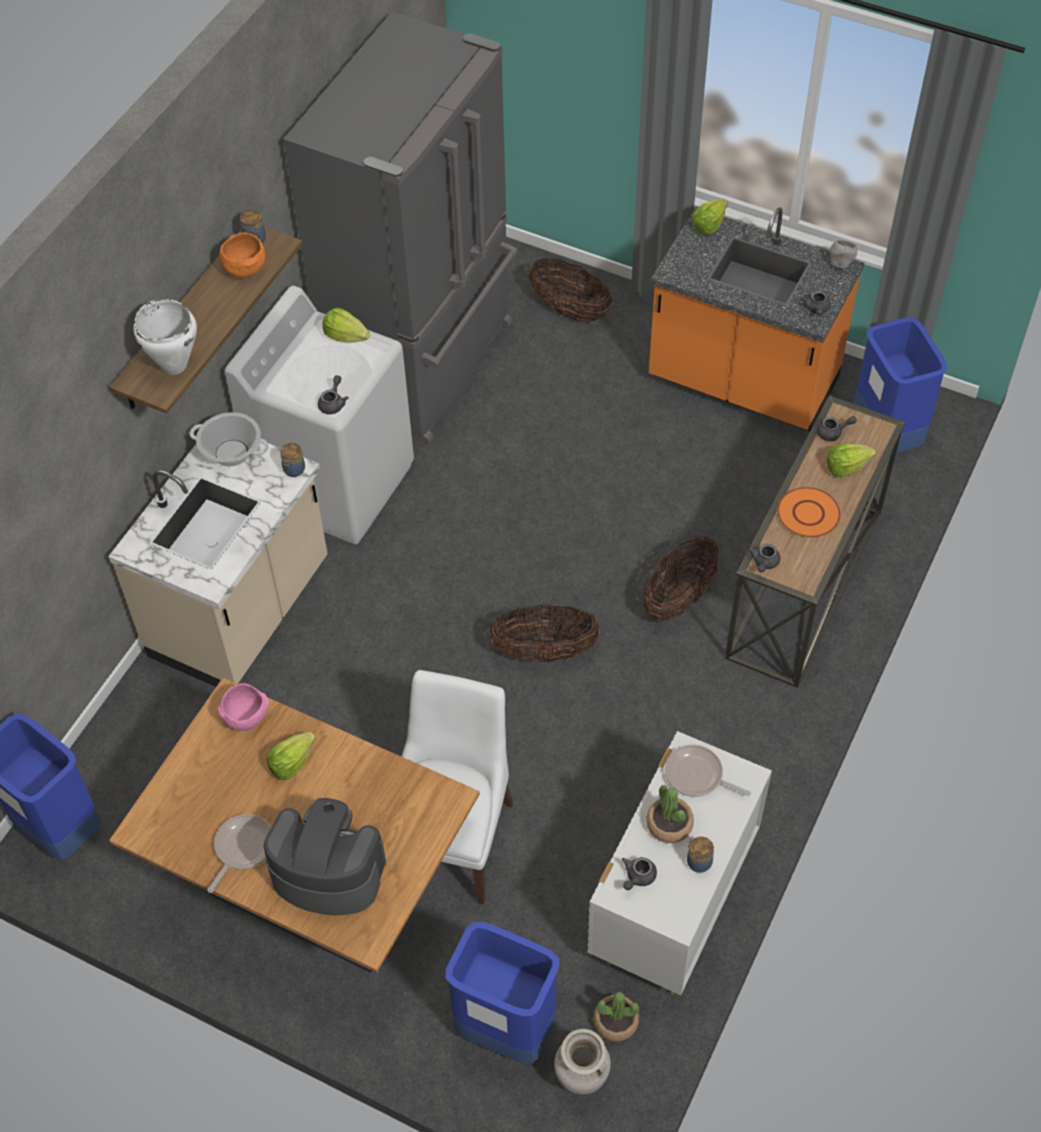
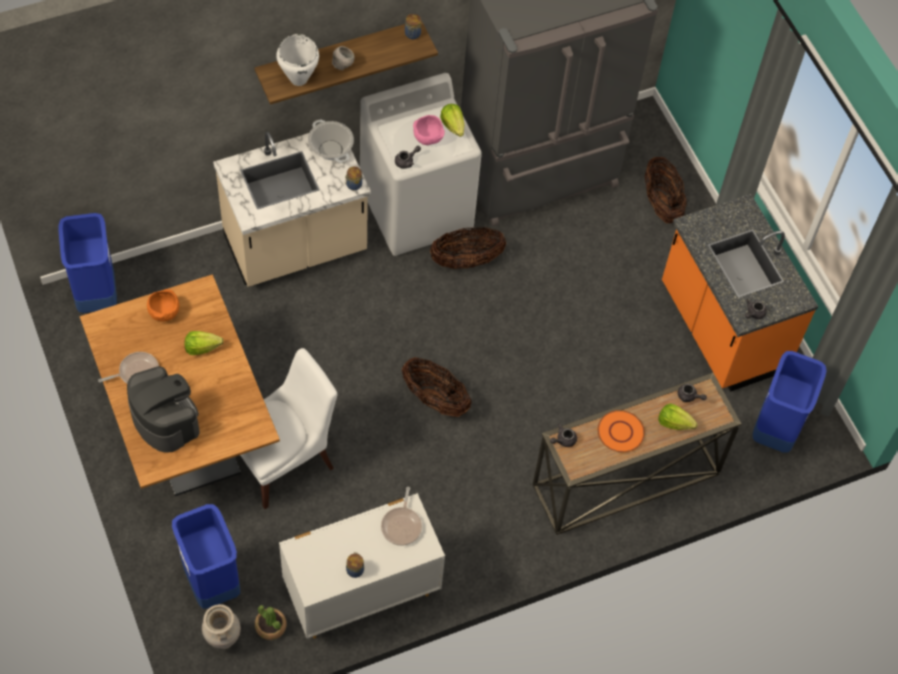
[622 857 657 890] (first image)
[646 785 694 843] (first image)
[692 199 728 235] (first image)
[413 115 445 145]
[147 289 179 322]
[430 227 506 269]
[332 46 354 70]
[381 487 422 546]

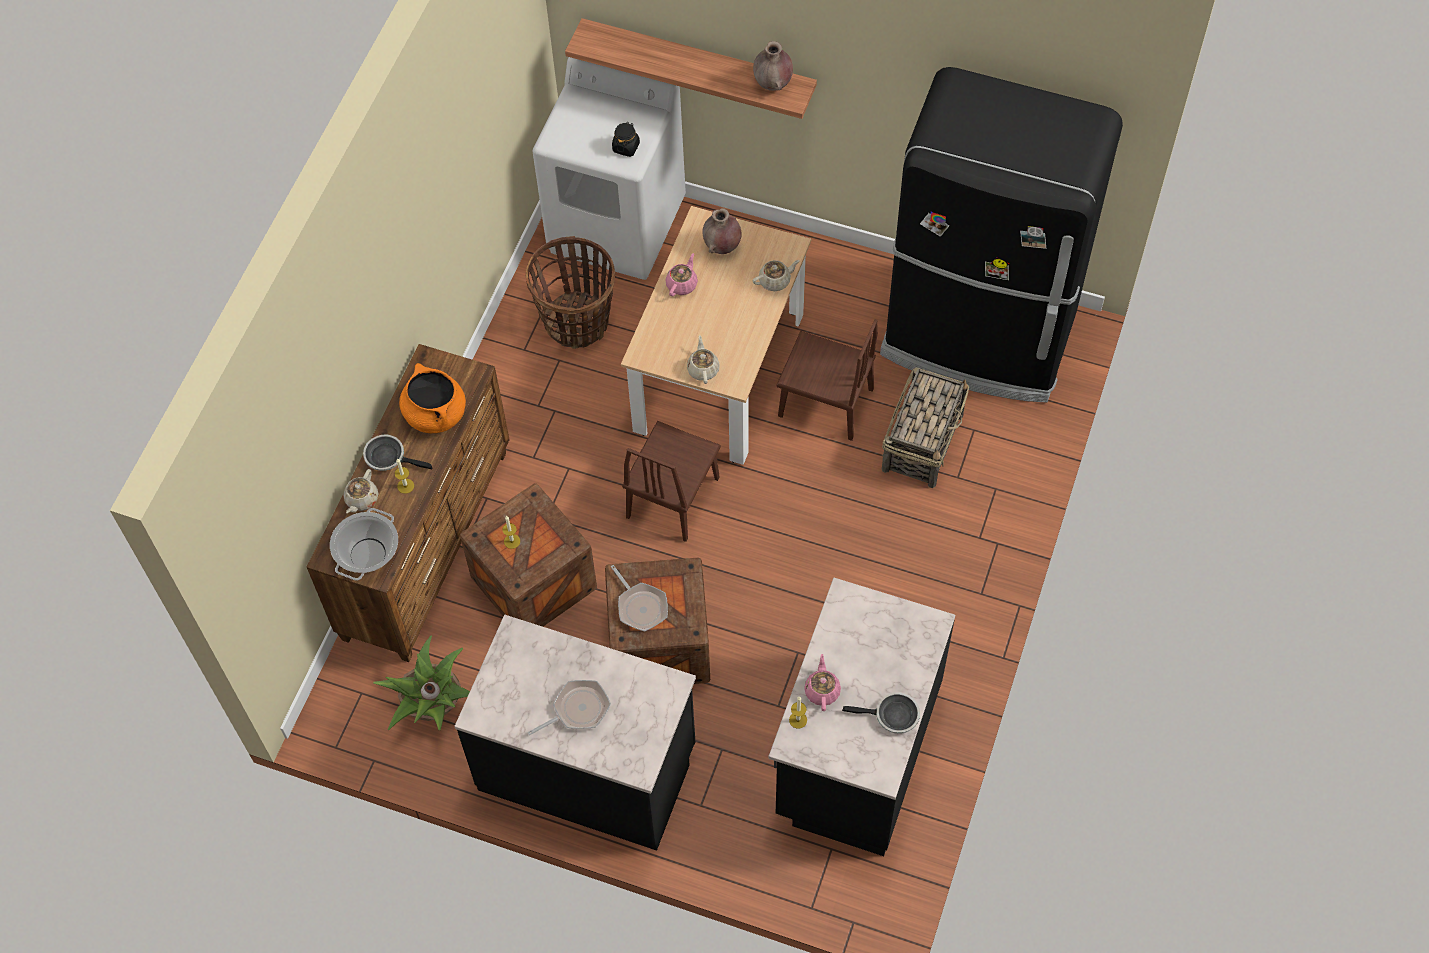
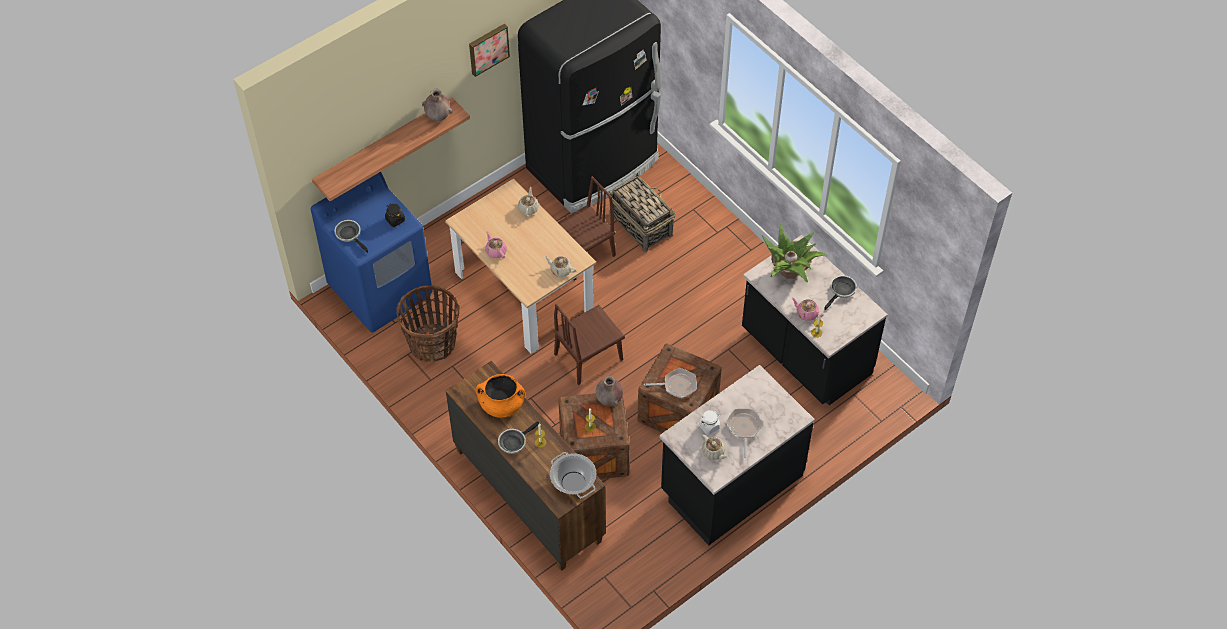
[334 220 368 253]
[469 24 510 77]
[699 410 720 435]
[701 434 728 460]
[762 224 827 282]
[596 376 623 406]
[311 172 432 333]
[553 304 625 385]

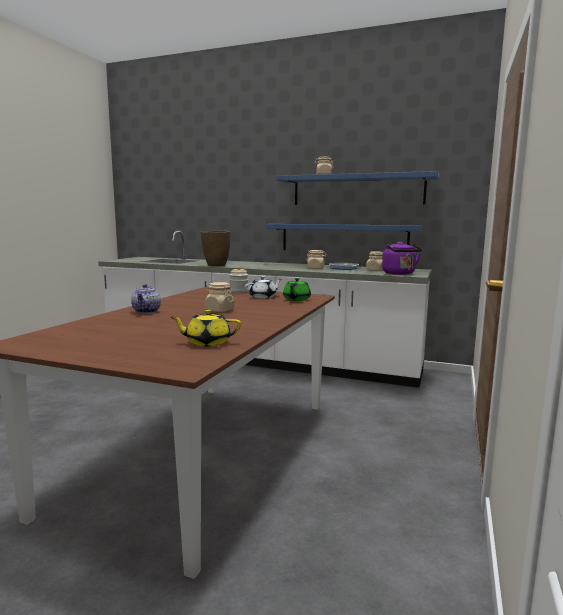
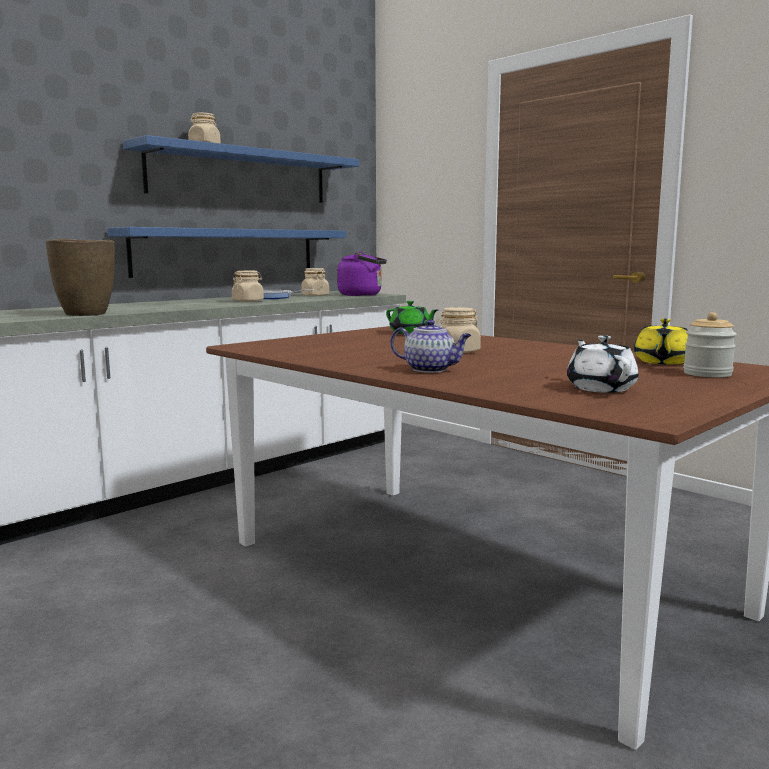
[683 312 737 377]
[567 335 639 393]

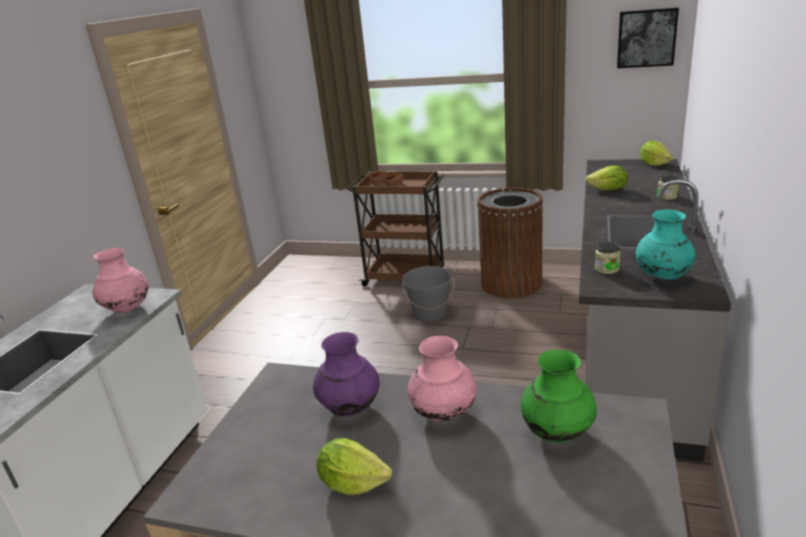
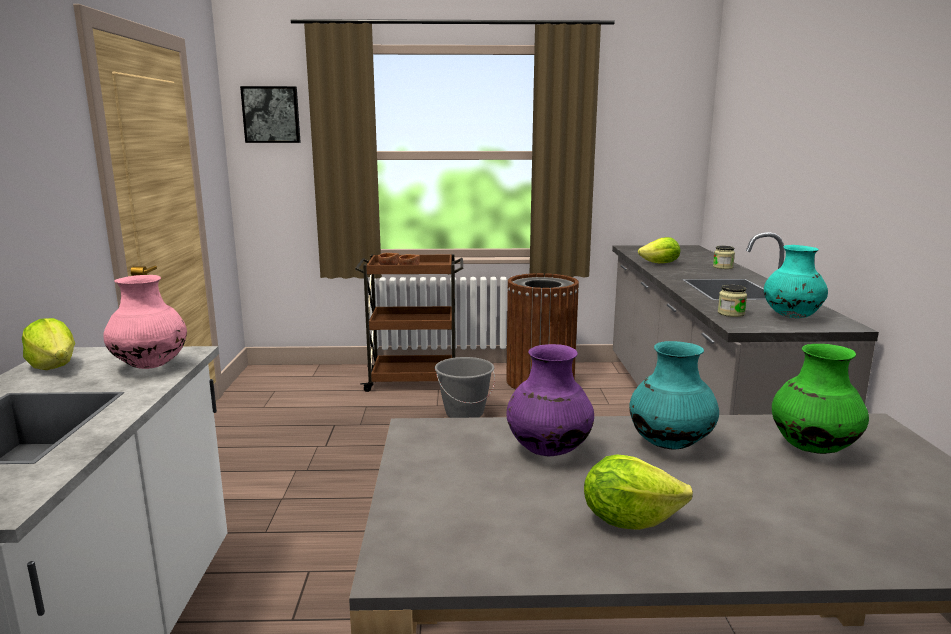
[240 86 301 143]
[22 318 75 370]
[629 341 719 450]

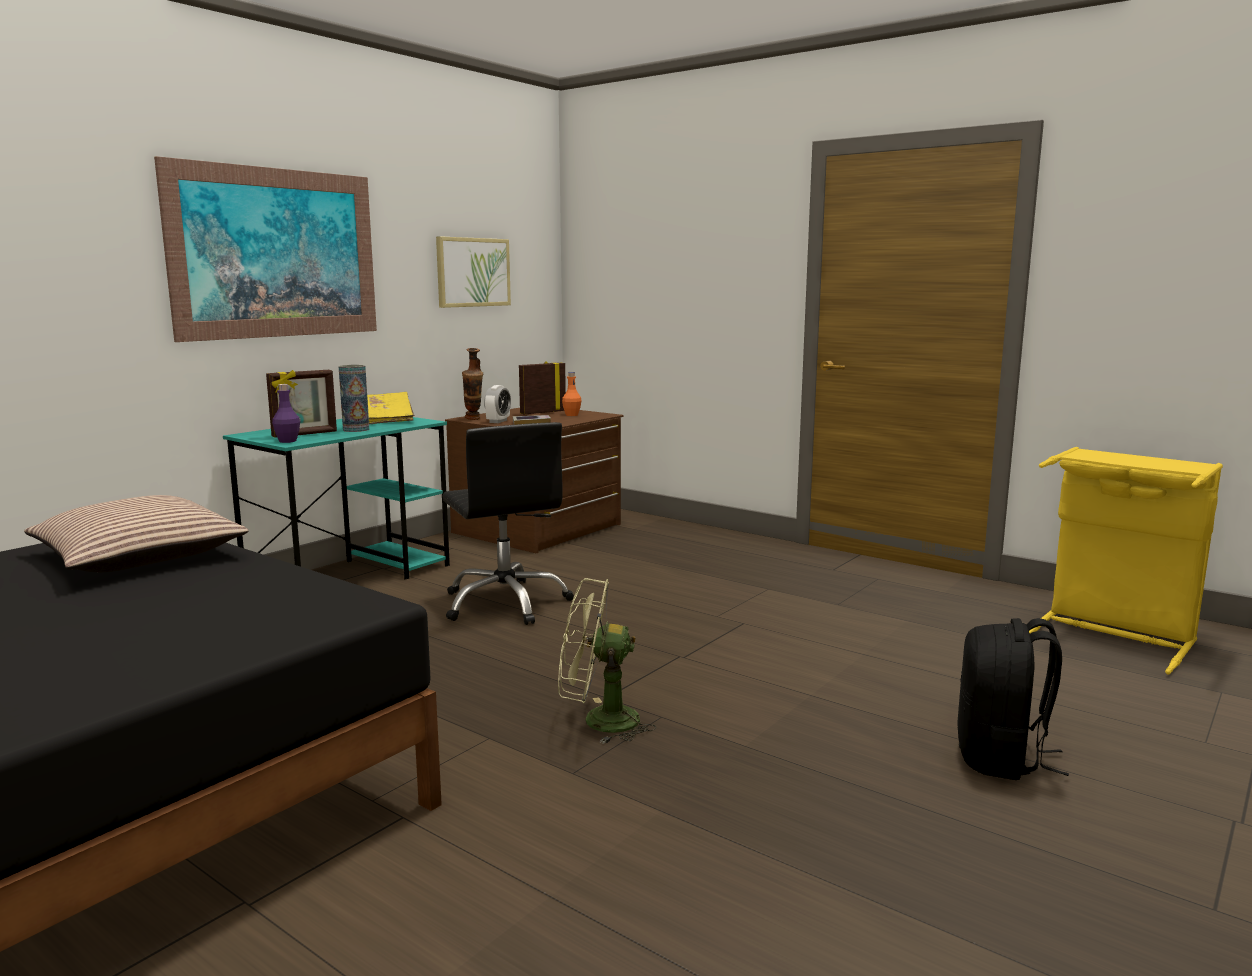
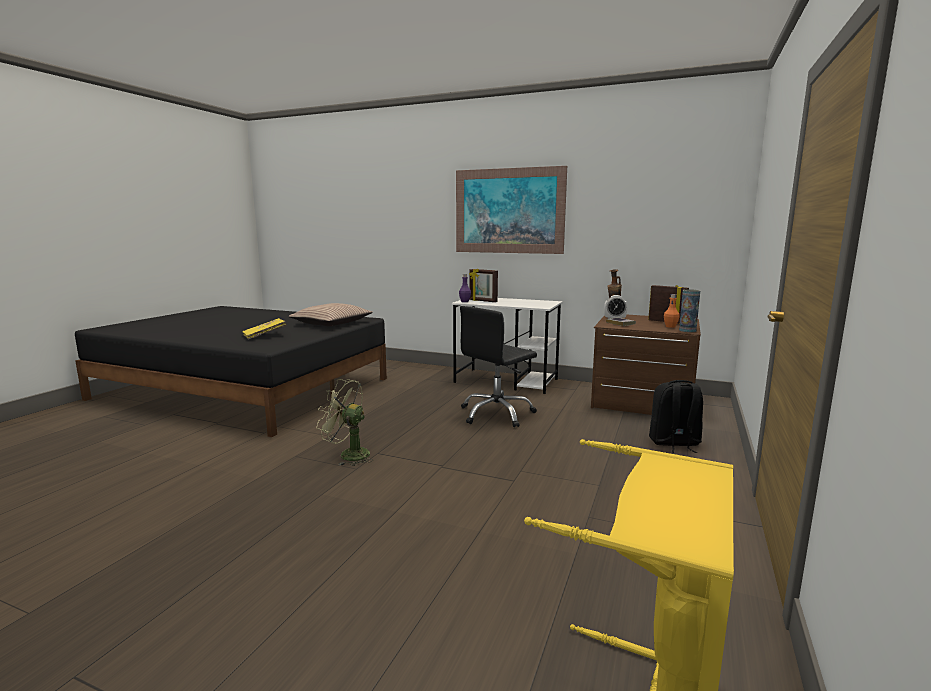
[436 236 511 308] (first image)
[679 289 700 332]
[242 318 286 339]
[649 380 703 453]
[451 298 563 394]
[317 379 373 466]

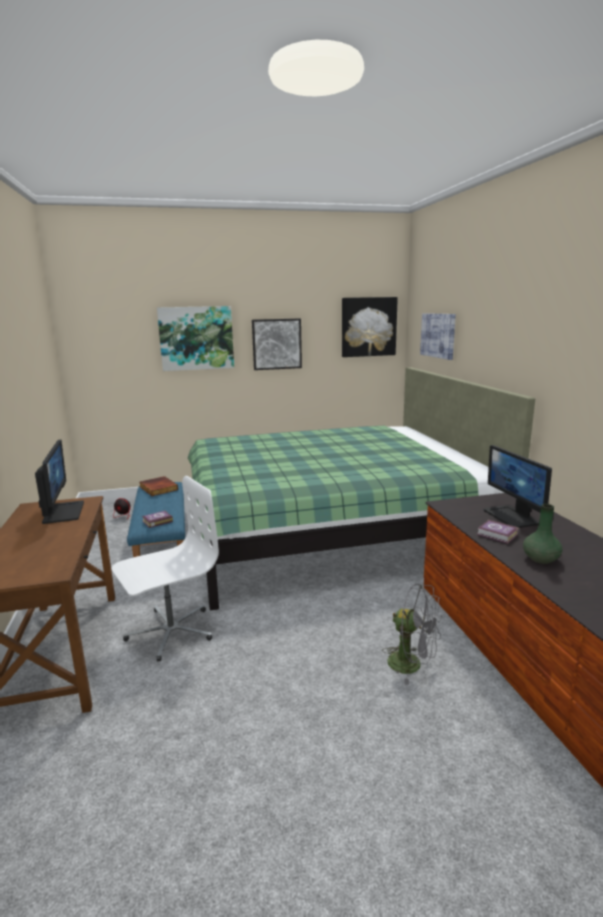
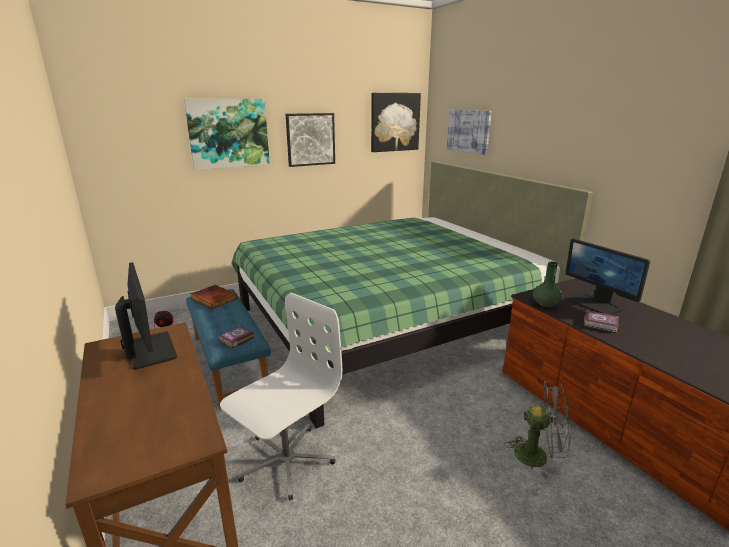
[533 262 562 307]

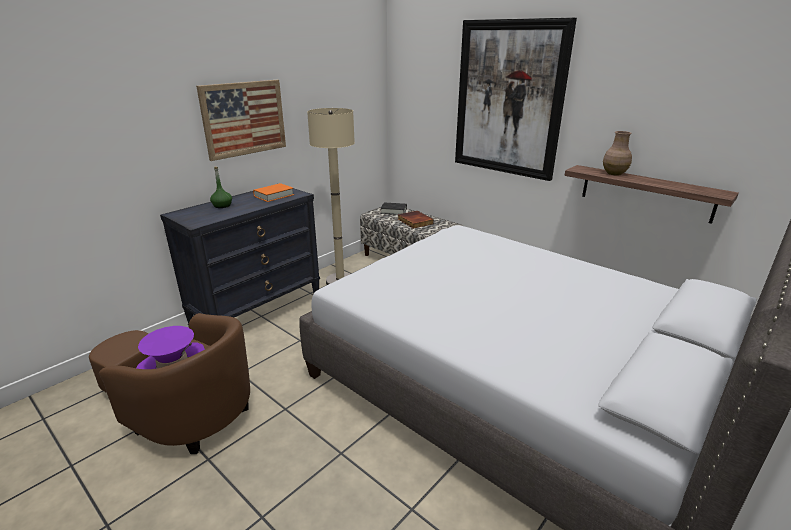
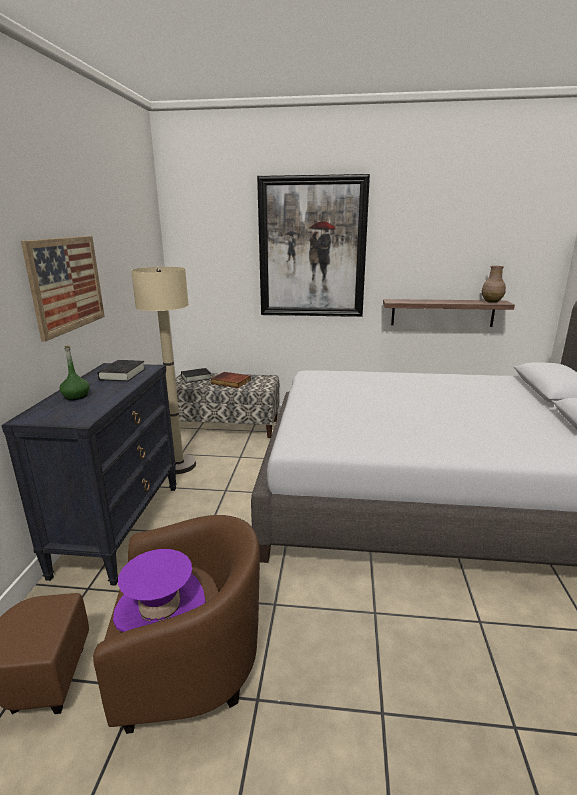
[482 266 506 303]
[97 360 145 382]

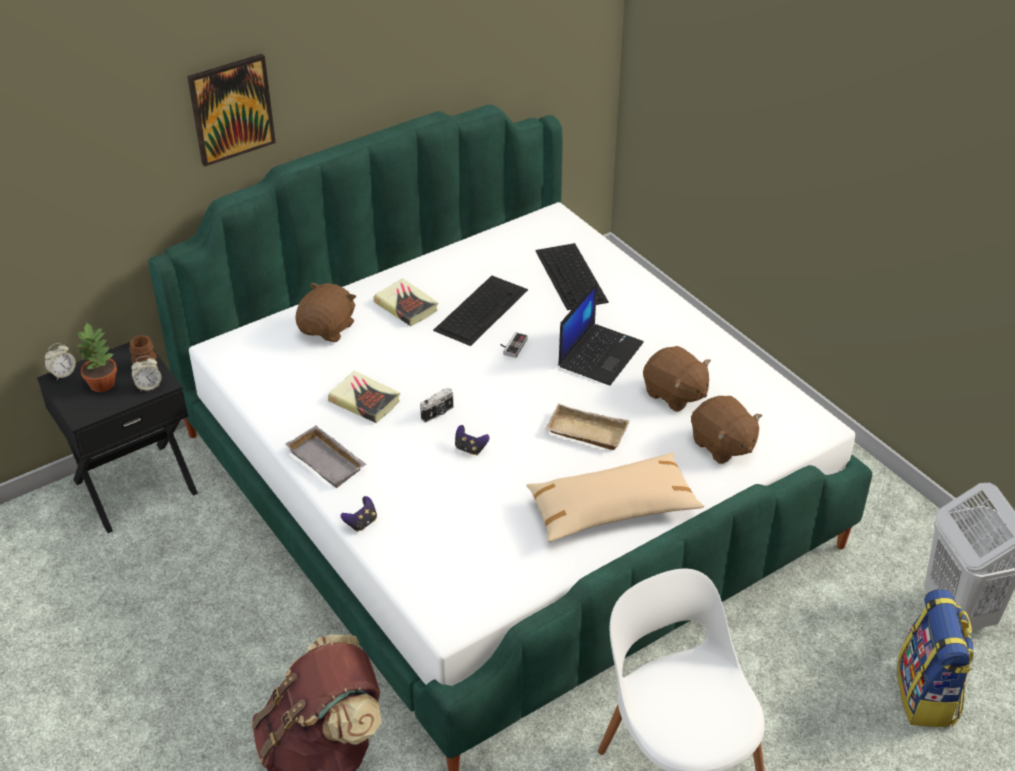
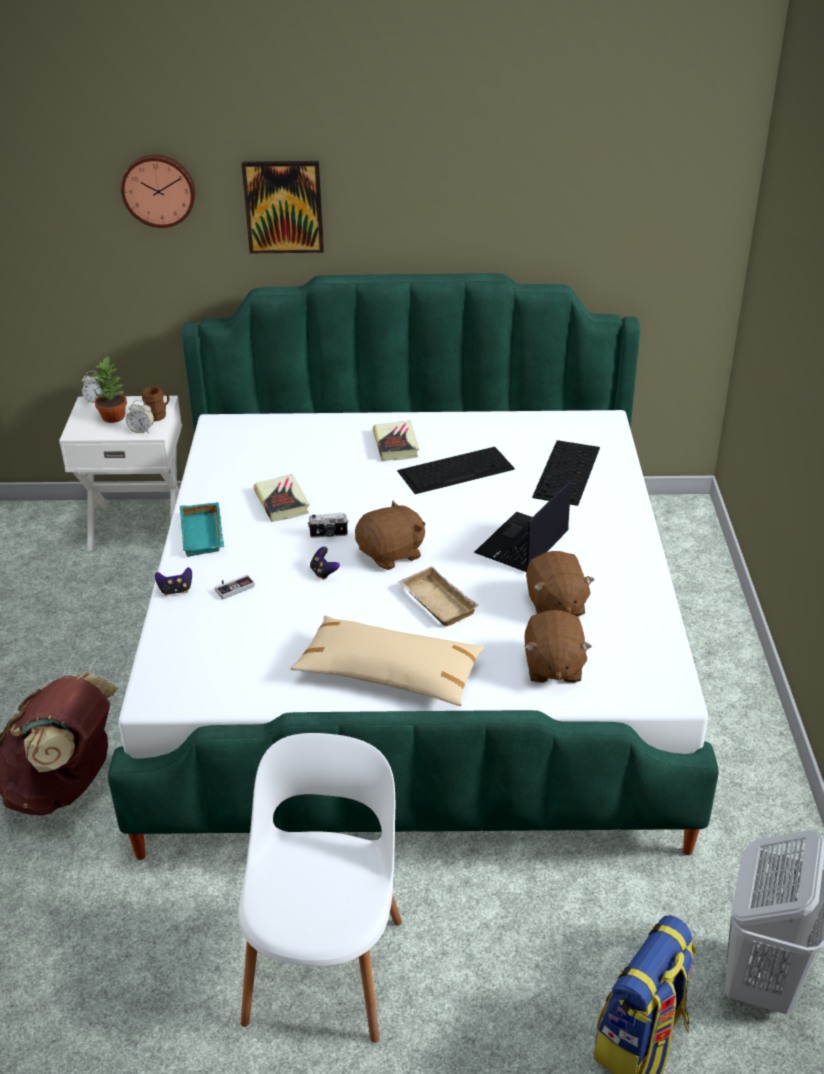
[121 155 195 228]
[355 500 425 570]
[215 575 255 599]
[59 396 182 551]
[180 502 224 557]
[474 481 571 572]

